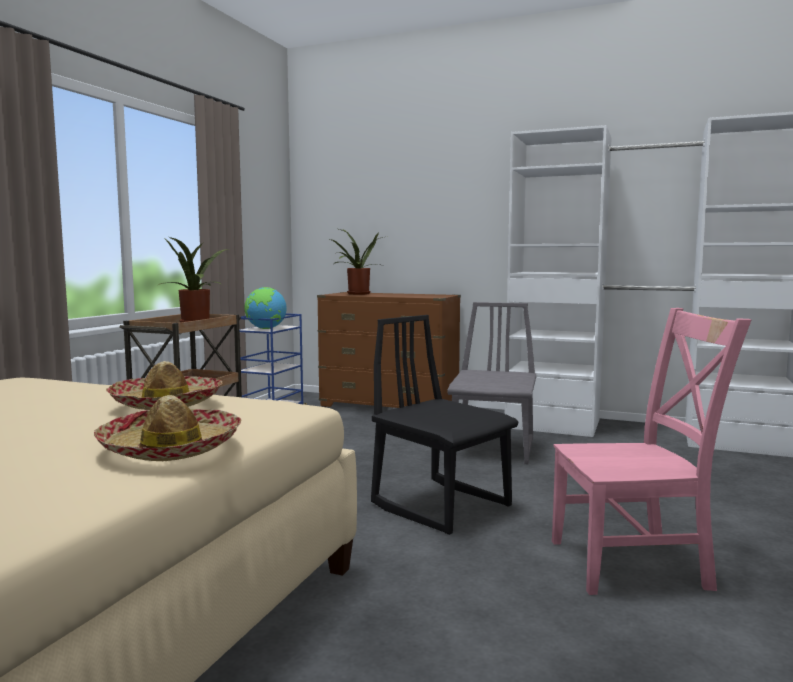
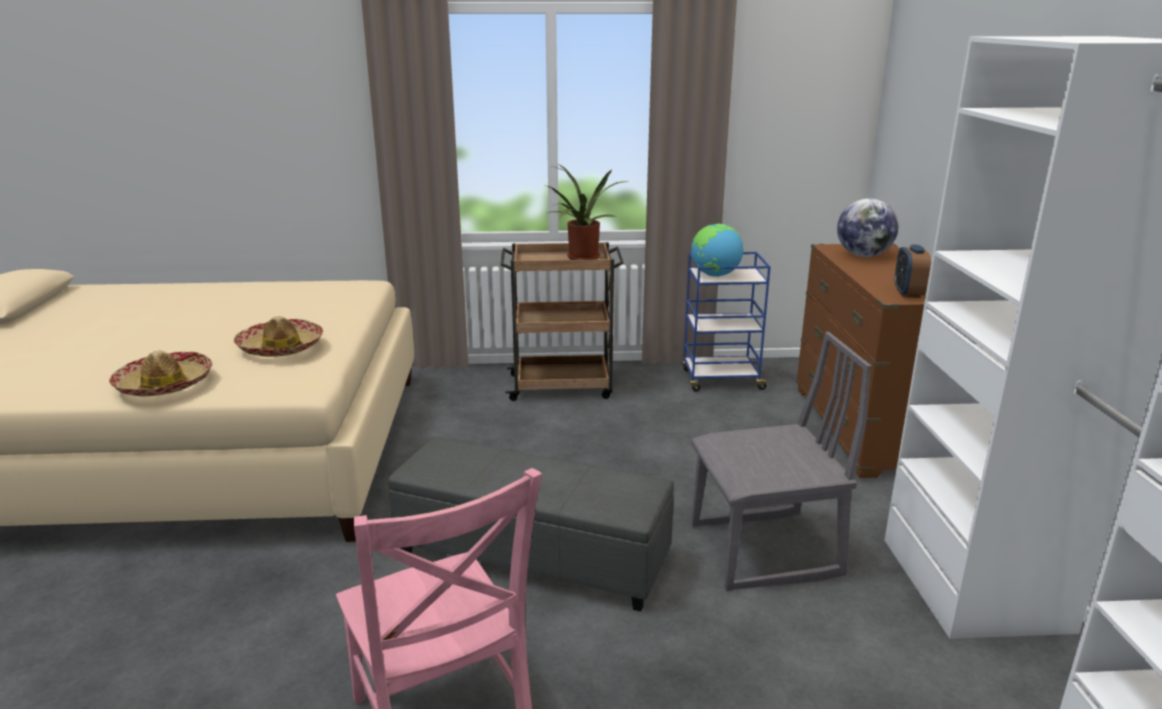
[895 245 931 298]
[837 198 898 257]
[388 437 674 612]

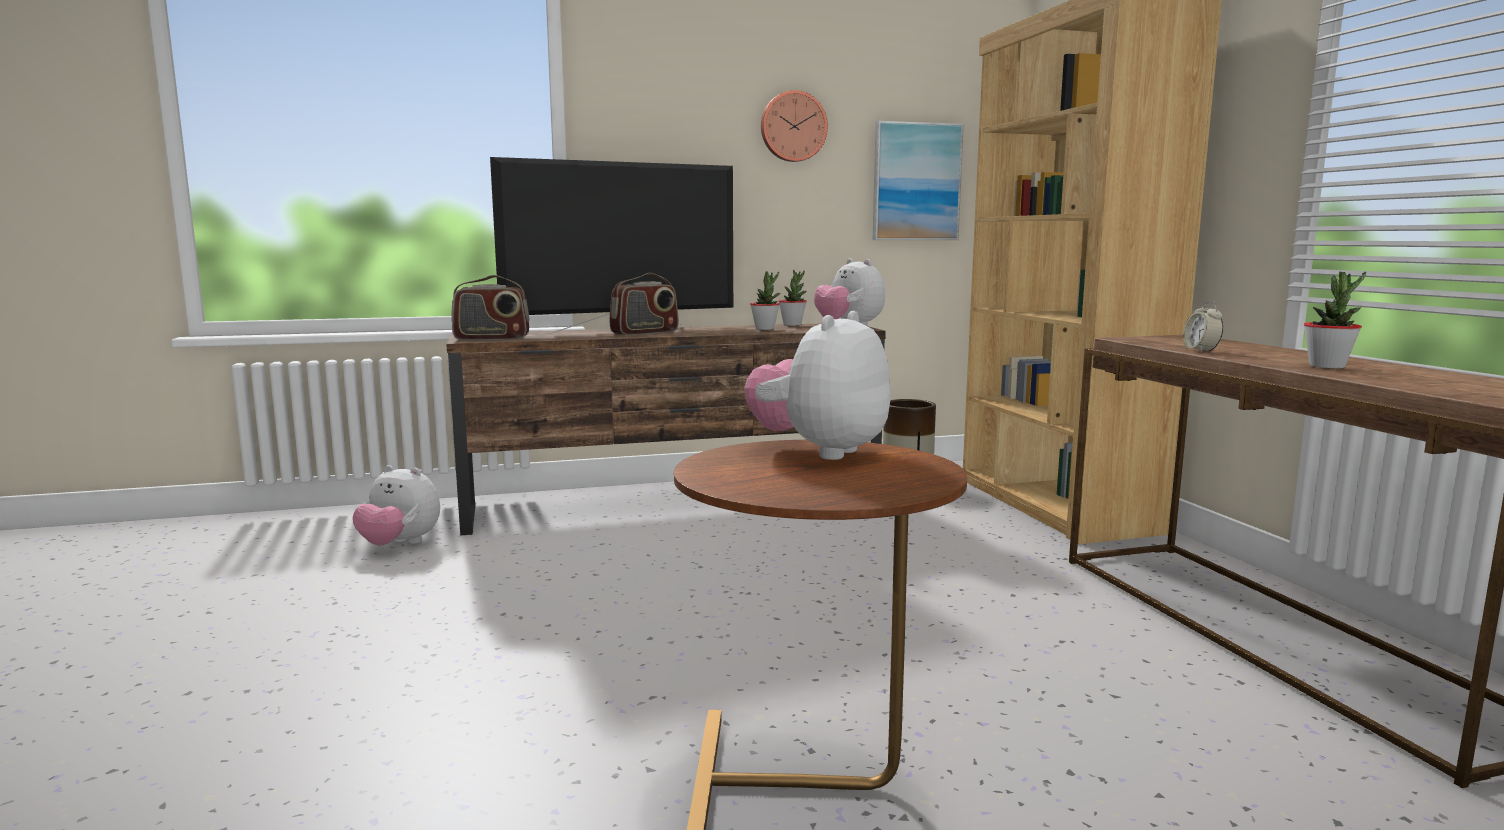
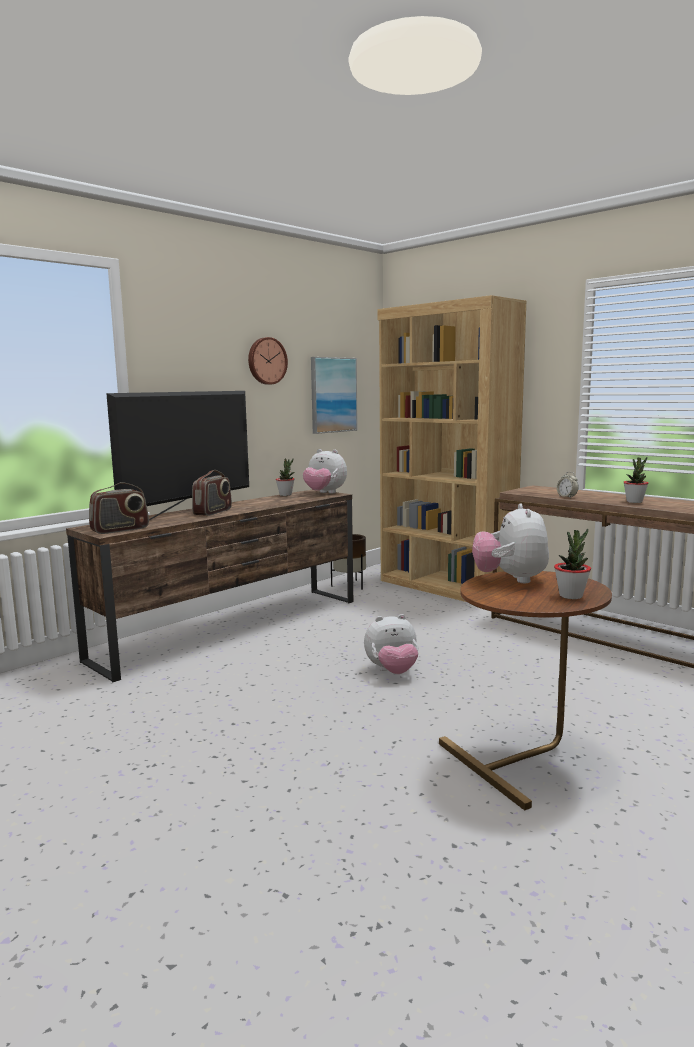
[364 614 418 674]
[554 529 591 599]

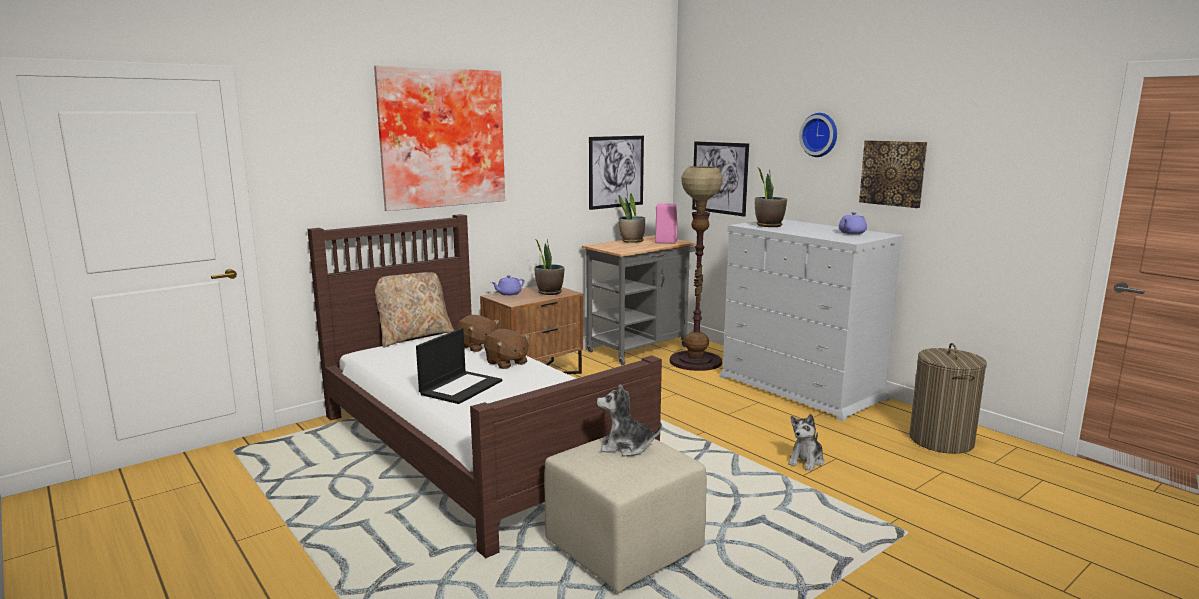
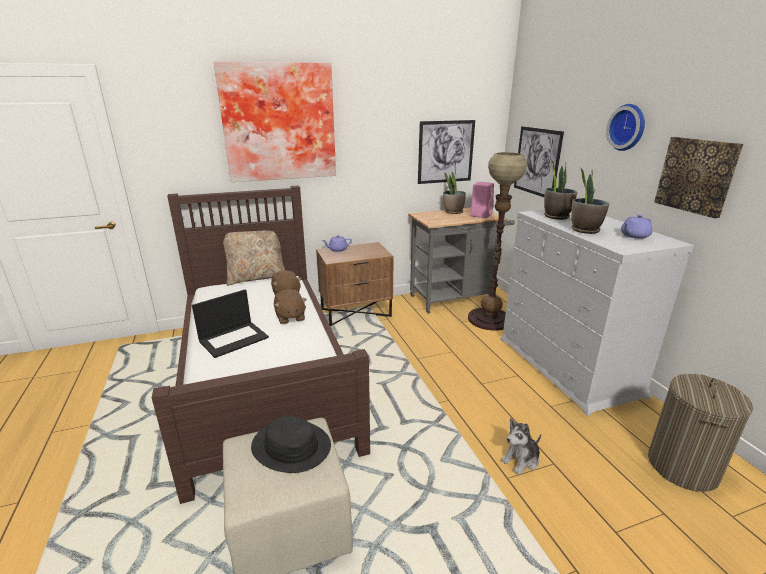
[571 168 609 234]
[251 416 331 473]

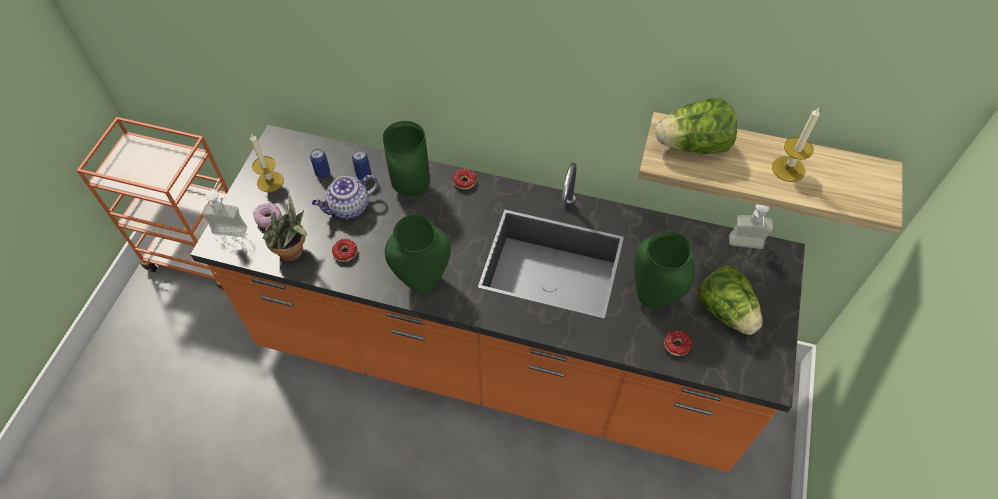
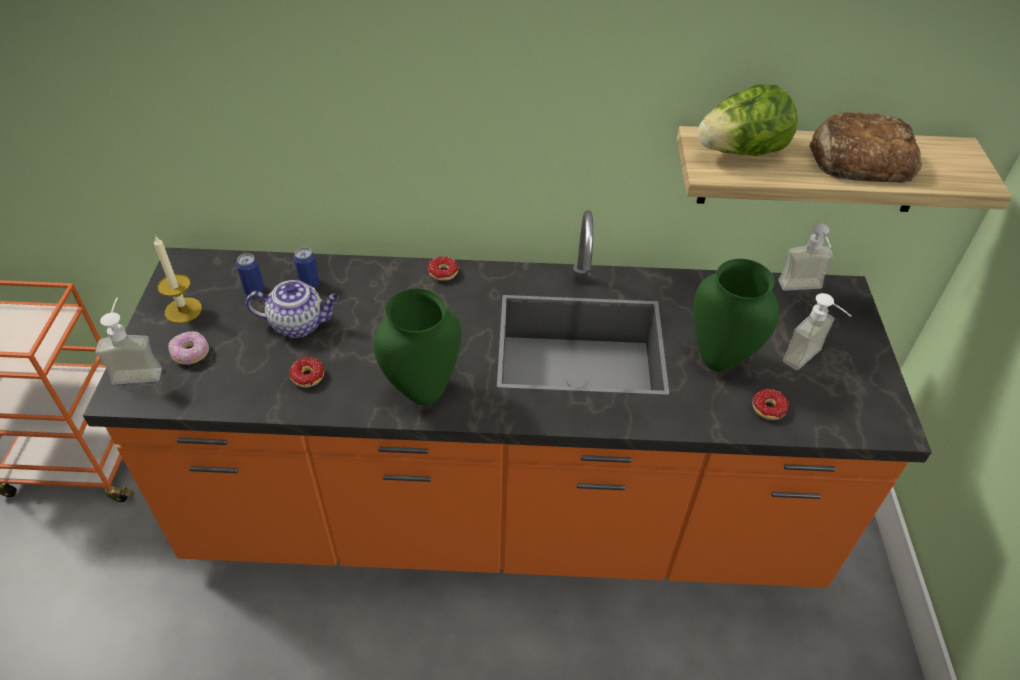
[263 195 307 262] (first image)
[383 121 430 196] (first image)
[783 293 851 370]
[809 112 922 183]
[246 280 339 338]

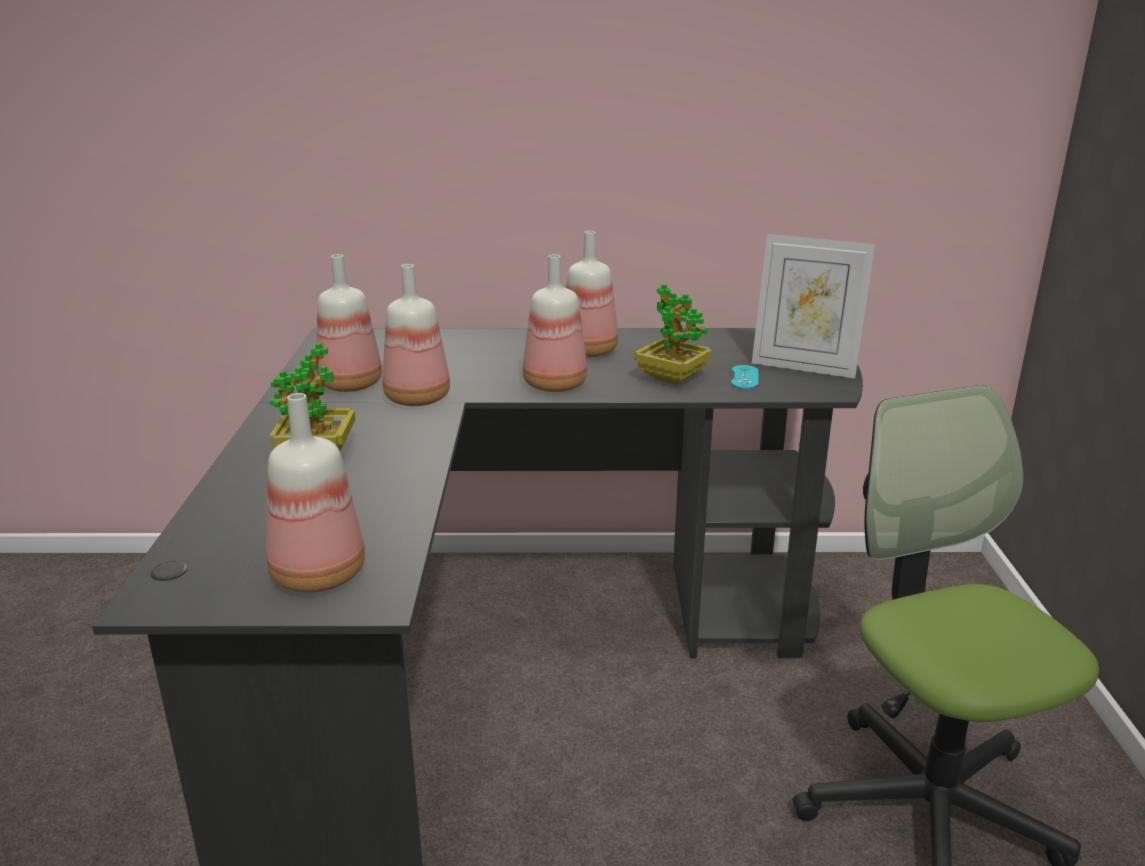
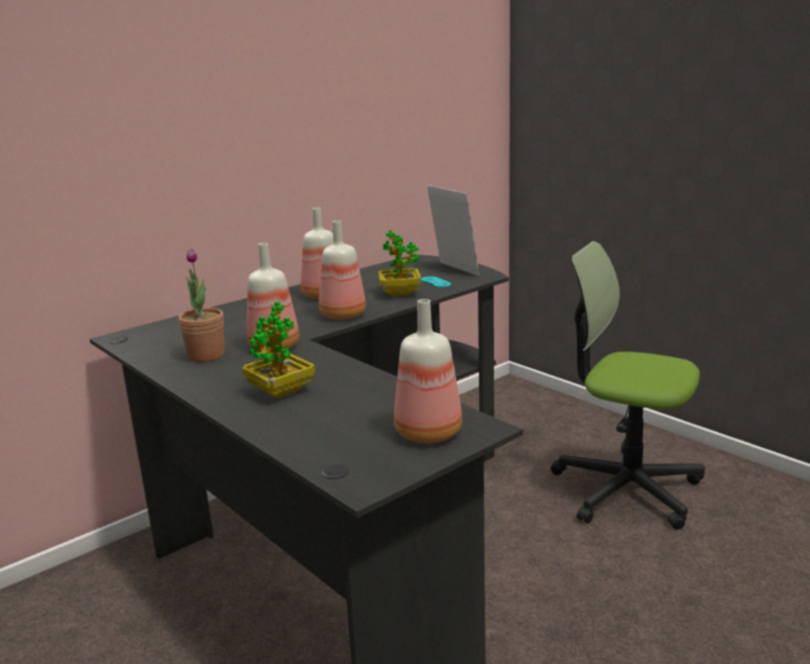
[179 249 225 362]
[427 185 480 276]

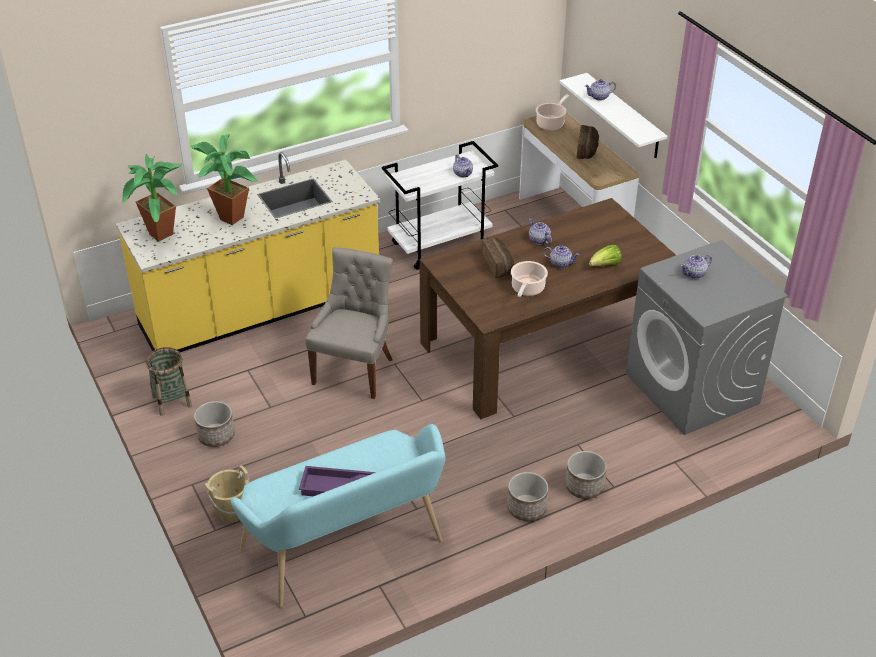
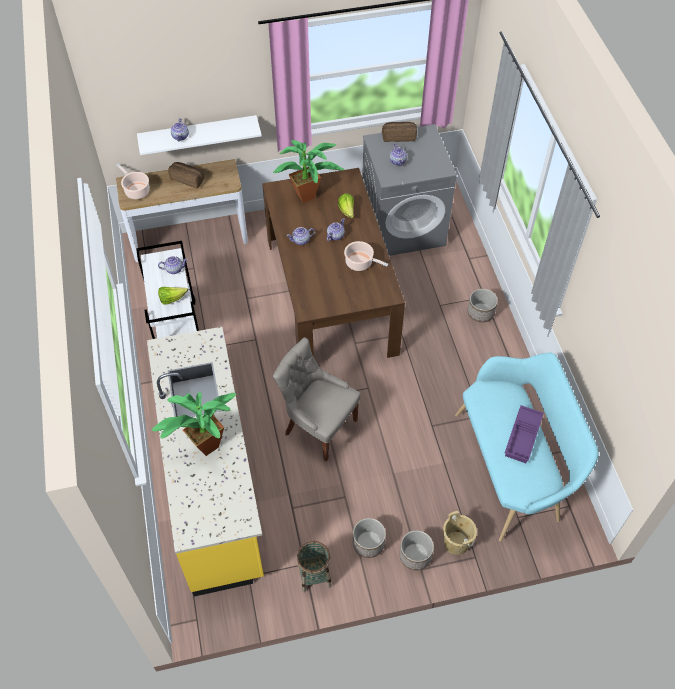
[158 287 188 305]
[273 140 344 203]
[382 122 417 142]
[399 530 434 571]

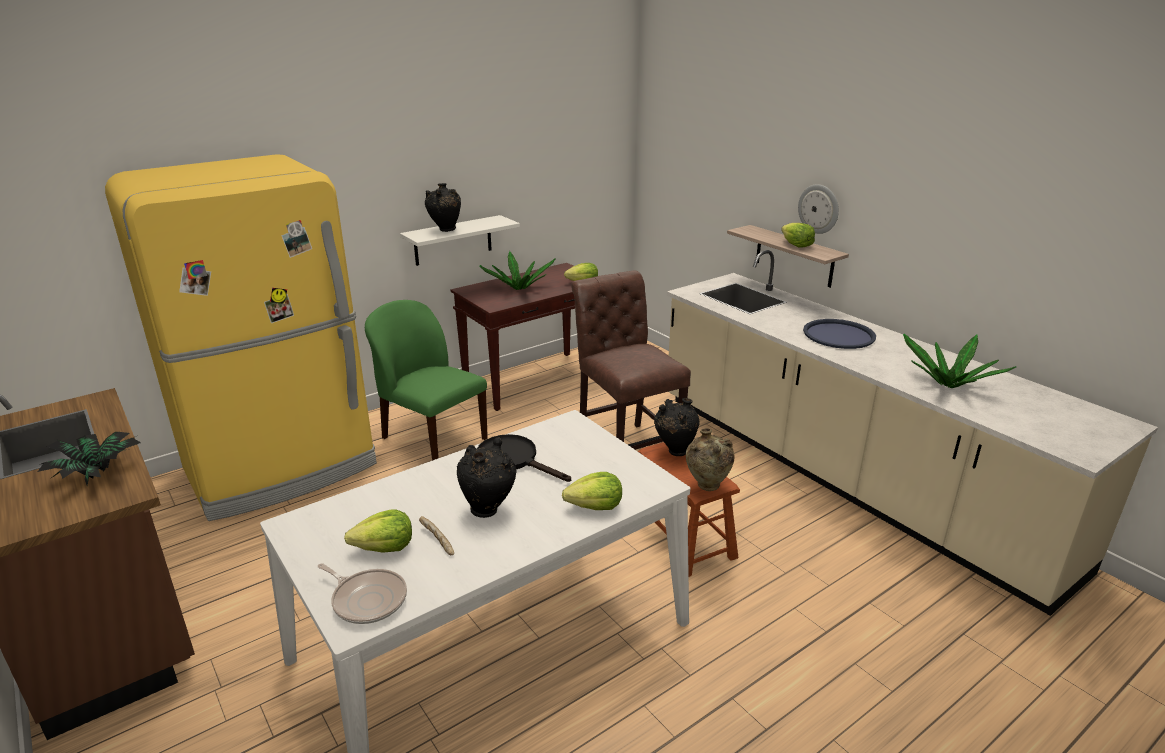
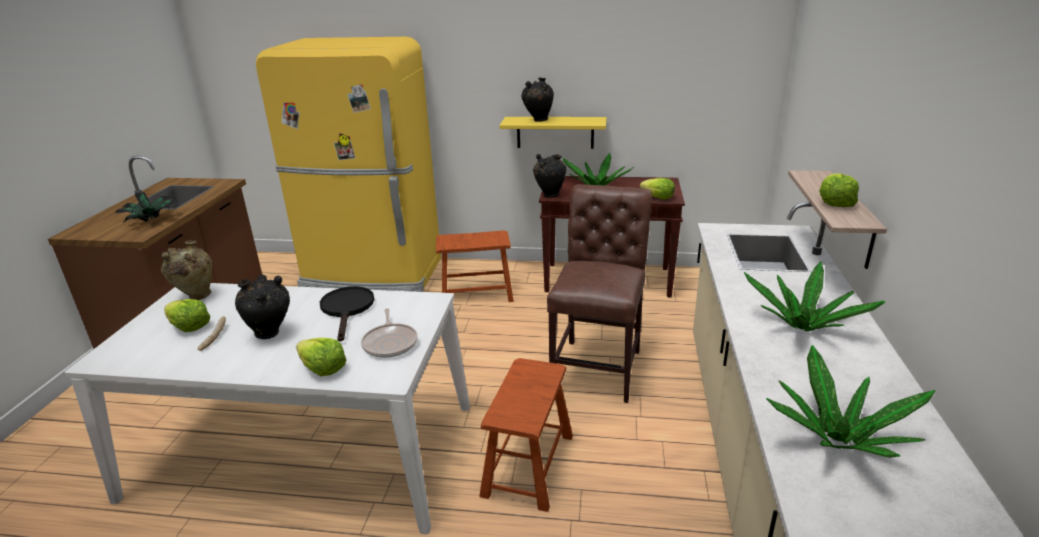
[798 184 839 234] (first image)
[361 309 418 358]
[533 154 566 198]
[161 240 212 300]
[436 230 513 302]
[744 262 885 331]
[499 117 607 149]

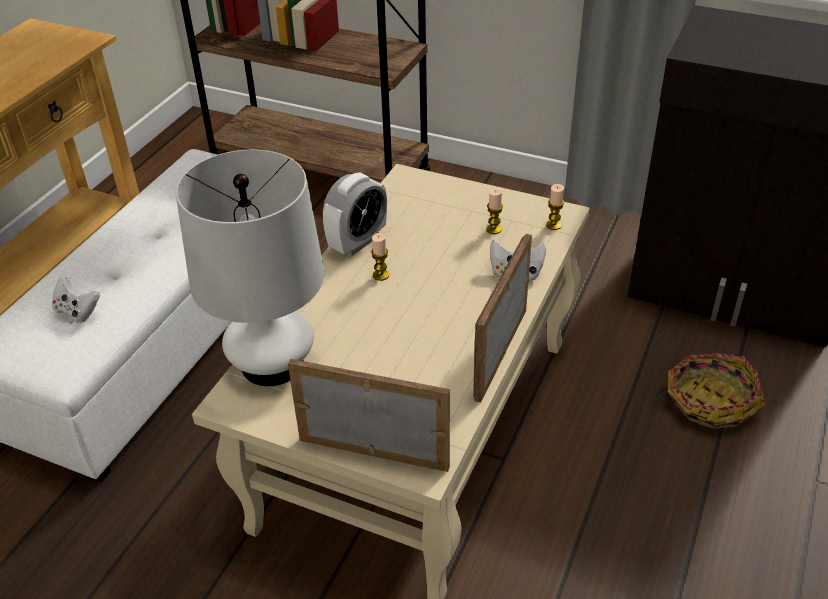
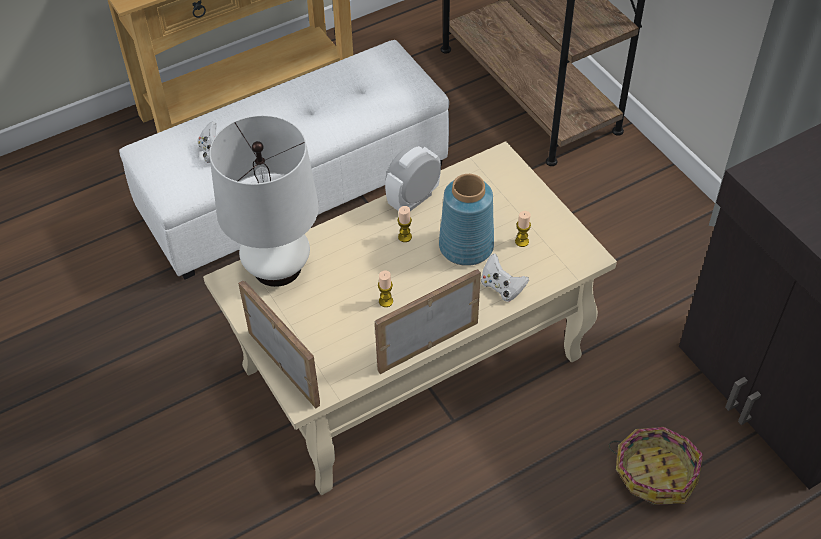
[439 174 494 266]
[378 271 393 307]
[385 145 441 211]

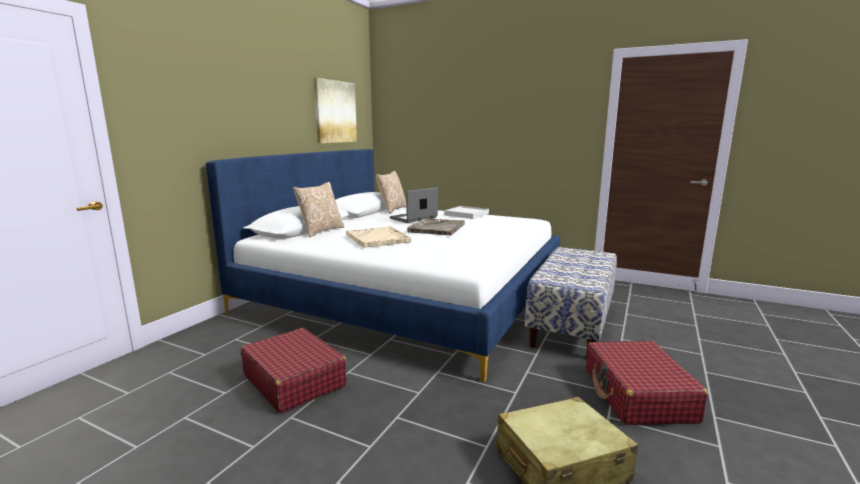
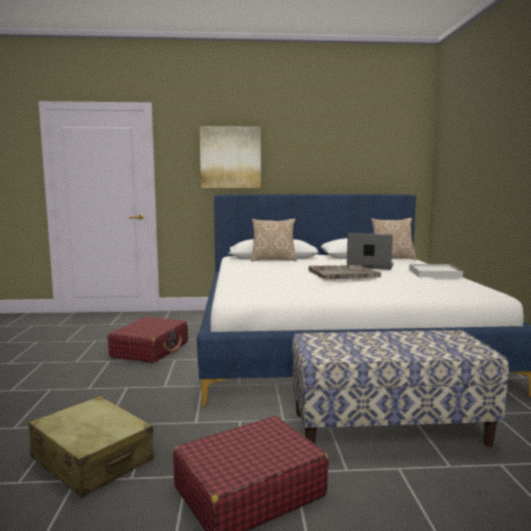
[346 226 411 248] (first image)
[200 126 261 188]

